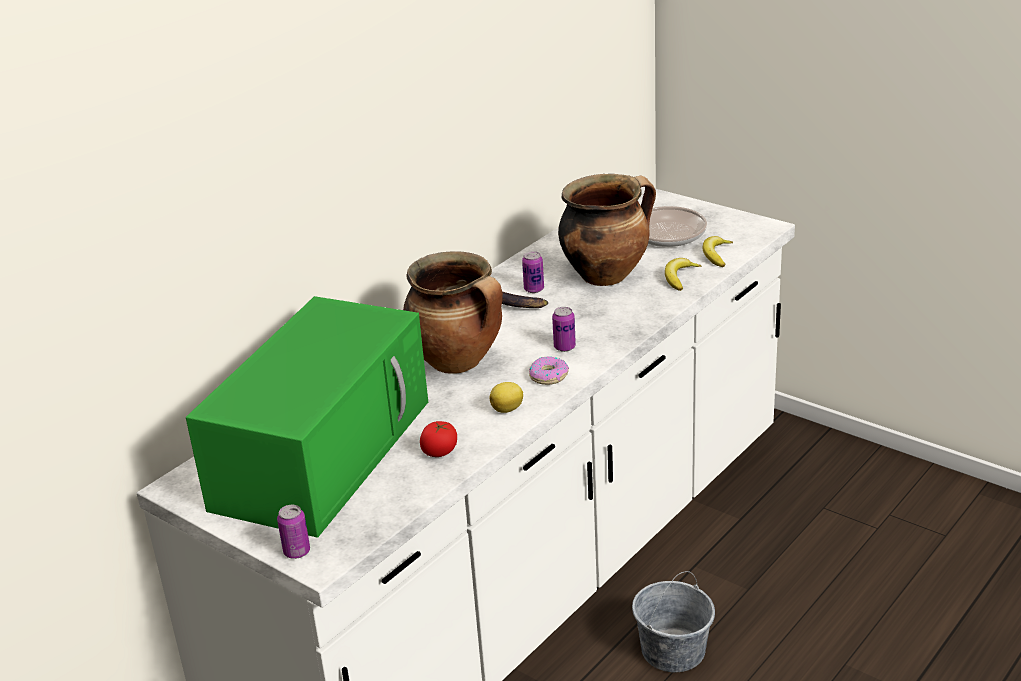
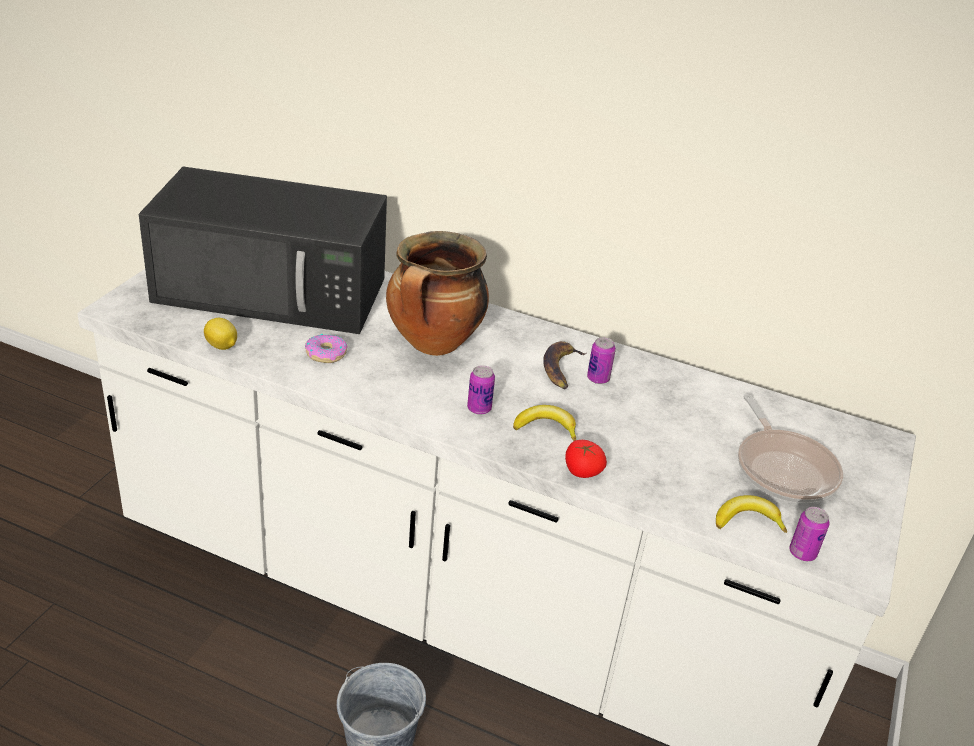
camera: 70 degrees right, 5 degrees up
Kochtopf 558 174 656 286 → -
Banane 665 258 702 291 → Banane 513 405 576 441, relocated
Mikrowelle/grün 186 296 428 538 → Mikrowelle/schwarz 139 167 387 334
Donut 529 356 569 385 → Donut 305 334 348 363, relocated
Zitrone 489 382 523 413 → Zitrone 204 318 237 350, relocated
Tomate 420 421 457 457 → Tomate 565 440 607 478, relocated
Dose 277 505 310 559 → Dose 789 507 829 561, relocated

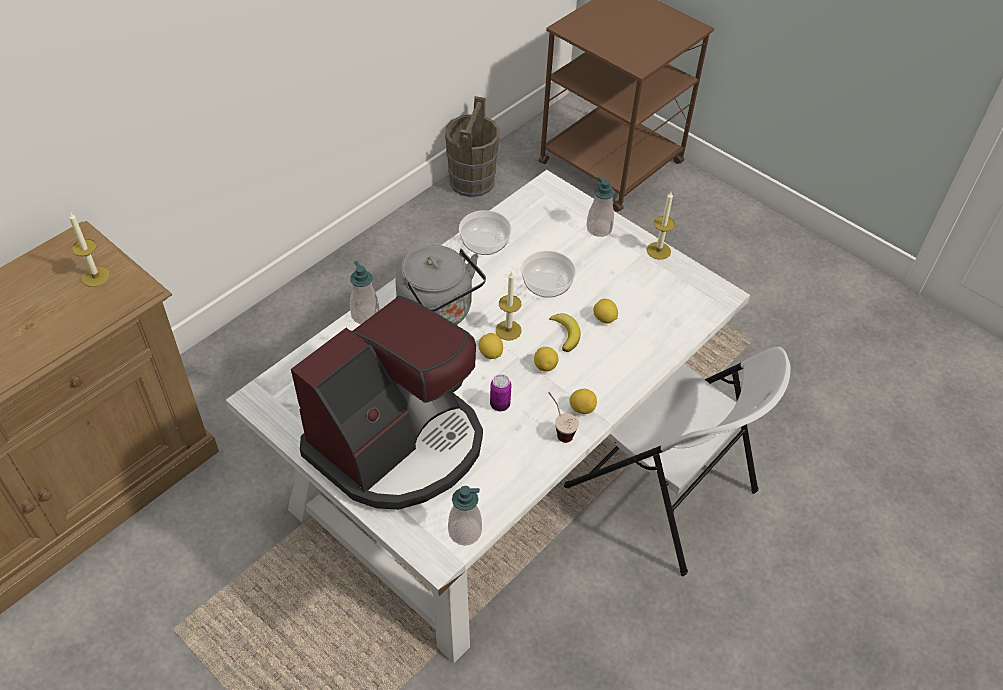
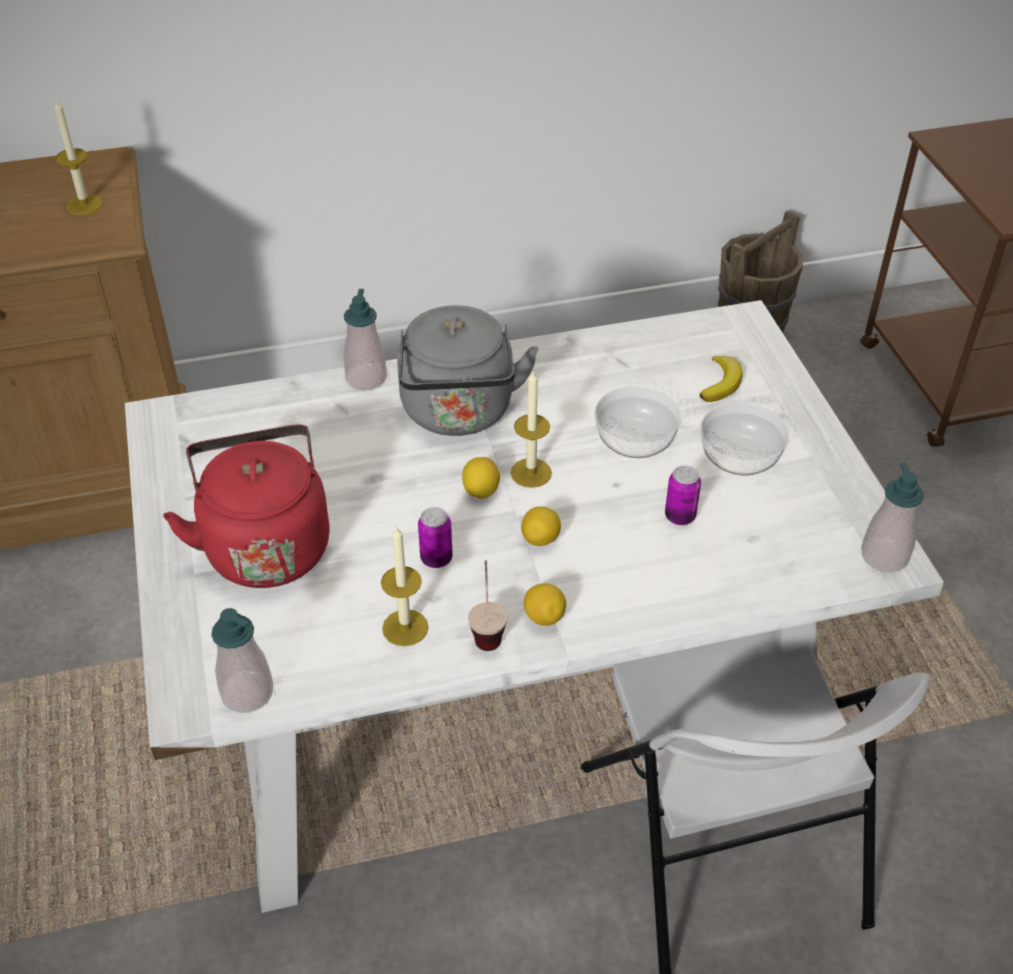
camera: 35 degrees right, 5 degrees down
Seifenspender 586 176 615 237 → Seifenspender 861 462 924 572, relocated
Kerze 647 192 675 260 → Kerze 381 525 429 646, relocated
Schüssel 459 210 511 255 → Schüssel 700 402 789 476, relocated
Kaffeemaschine 291 296 483 510 → Wasserkessel/rot 163 424 330 588
Zitrone 593 299 618 324 → Dose 665 465 701 525
Banane 549 313 581 352 → Banane 700 356 743 402, relocated

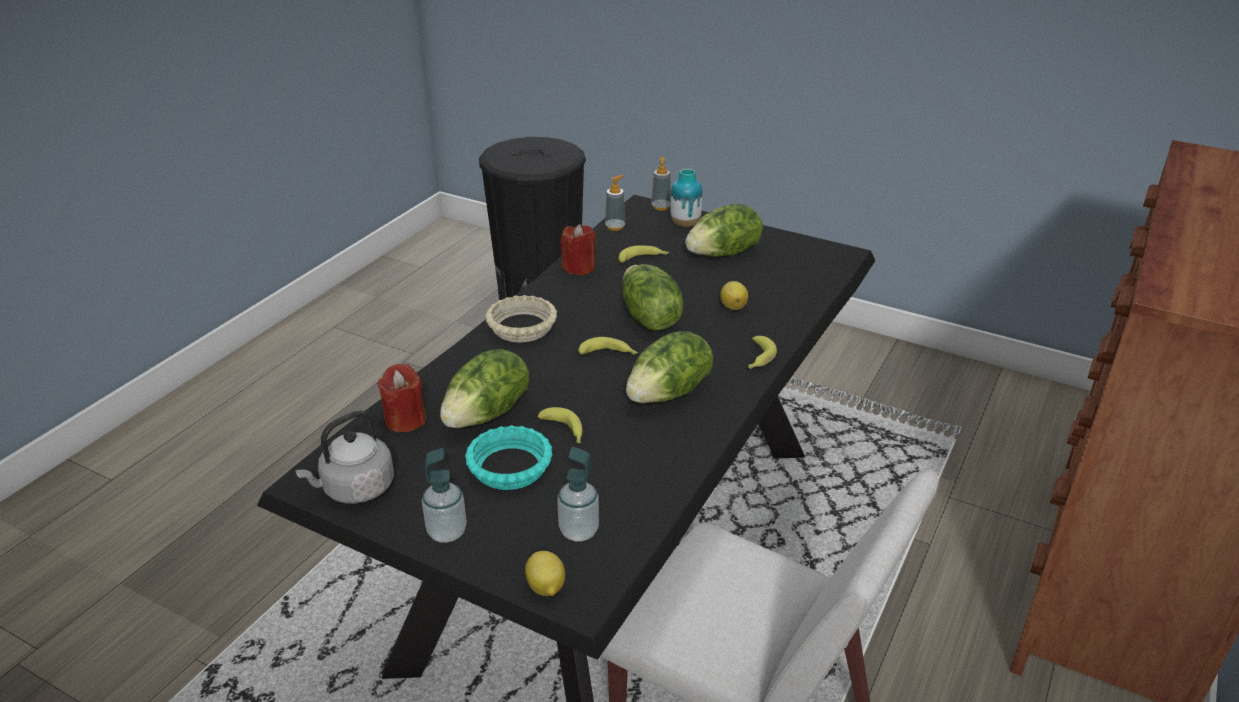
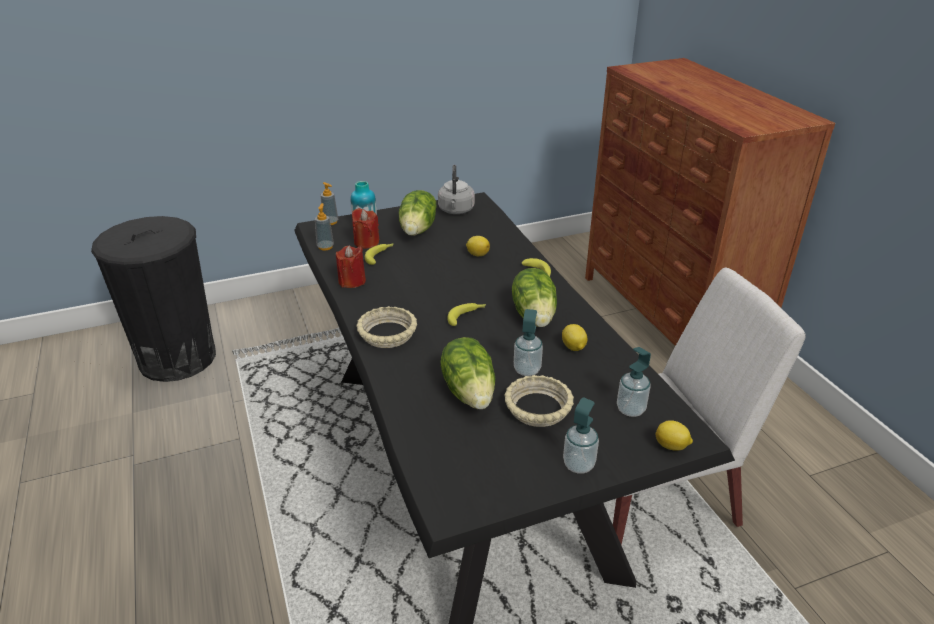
camera: 50 degrees left, 0 degrees up
Salatkopf 622 264 684 331 → -
Kerze/rot 377 364 426 432 → Kerze/rot 352 208 379 249, relocated
Banane 538 407 582 443 → Seifenspender 514 309 543 376
Wasserkessel/grau 295 410 394 504 → Wasserkessel/grau 438 165 475 214, relocated
Schüssel/türkis 465 425 552 490 → Schüssel/beige 504 375 574 427
- → Zitrone 562 324 587 351

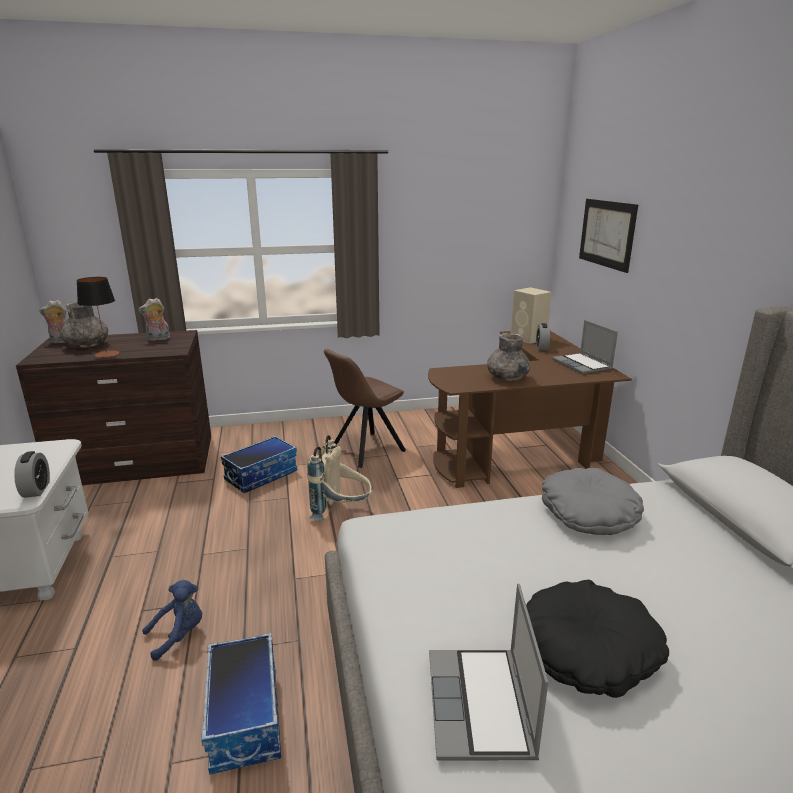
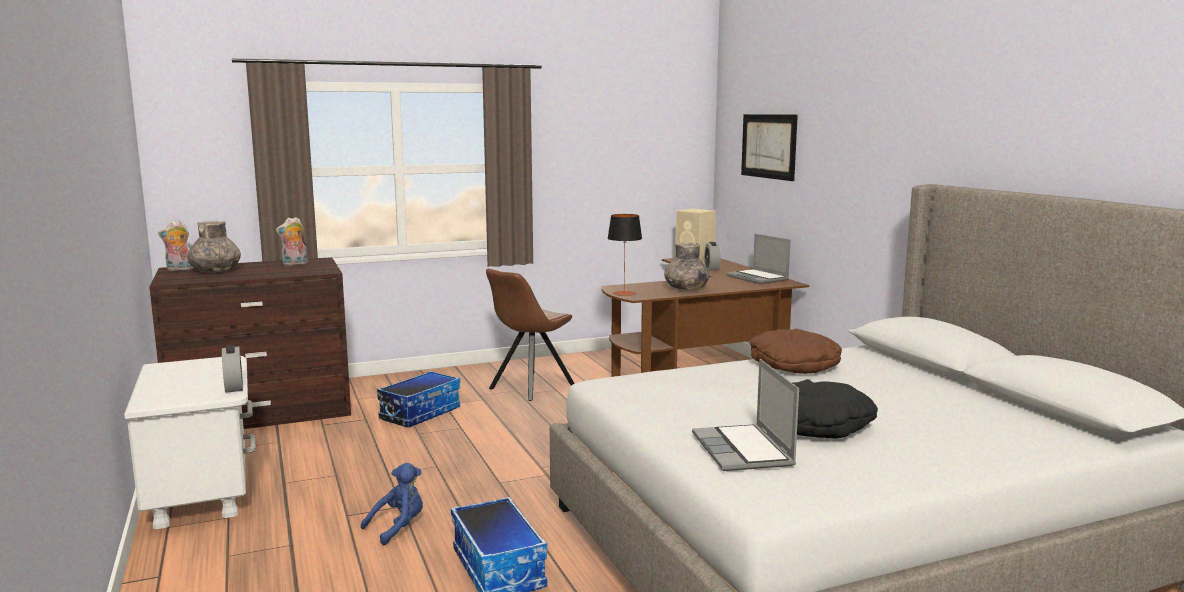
camera: 10 degrees left, 10 degrees down
Tischlampe 76 277 119 358 → Tischlampe 607 214 642 296, relocated
Rucksack/beige 307 435 373 520 → -
Kissen/grau 542 468 644 535 → Kissen/braun 749 329 842 374

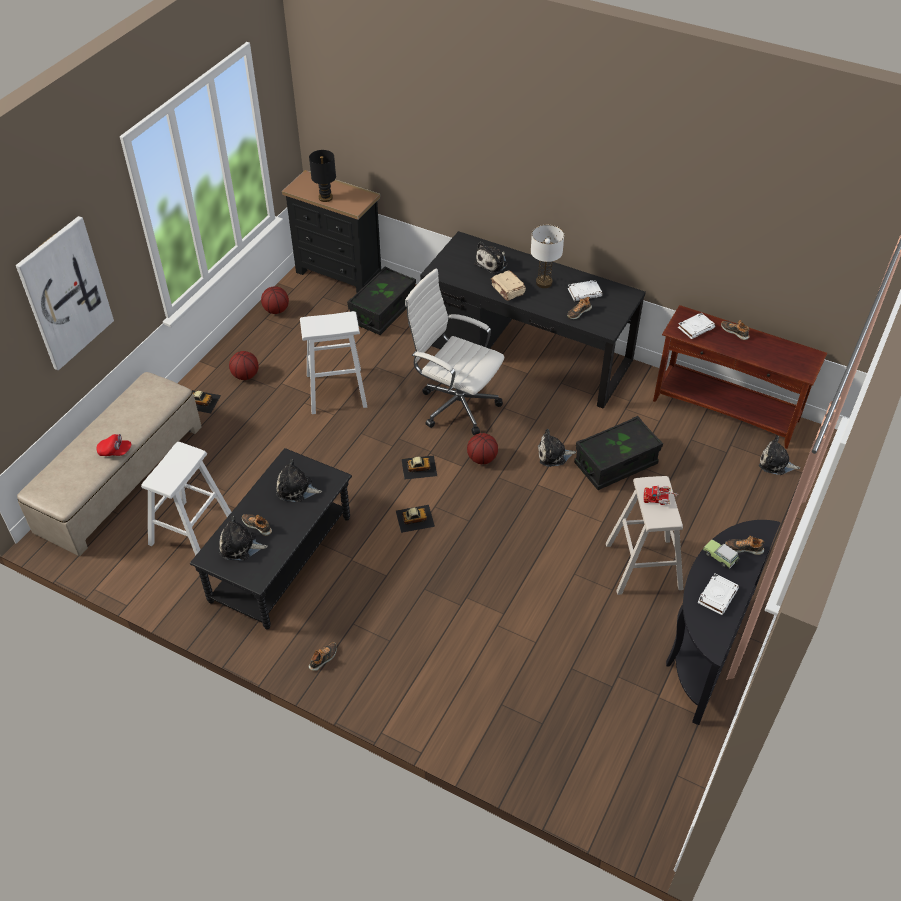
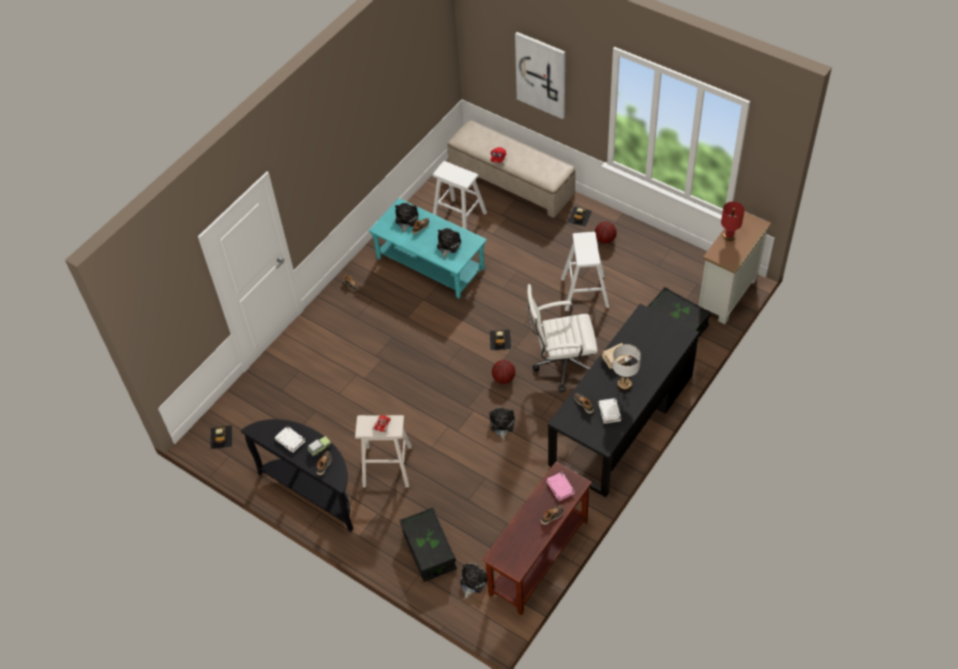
camera: 100 degrees right, 5 degrees up
Tischlampe/schwarz 309 150 336 202 → Tischlampe/rot 721 202 745 241
Kommode/schwarz 282 170 381 293 → Kommode/weiß 698 211 771 324
Plüschtier 474 242 508 274 → -
Bürostuhl/weiß 405 268 504 435 → Bürostuhl/weiß 527 284 598 392, 135 degrees counterclockwise
Basketball 261 286 289 314 → -
Buch/weiß 678 313 716 339 → Buch/rosa 546 472 575 501
Aufbewahrungsbox/schwarz 574 416 663 490 → Aufbewahrungsbox/schwarz 400 507 457 582, relocated
Couchtisch/schwarz 190 448 352 630 → Couchtisch/türkis 369 198 487 299
Spielzeugauto 396 505 435 533 → Spielzeugauto 210 425 232 449, relocated

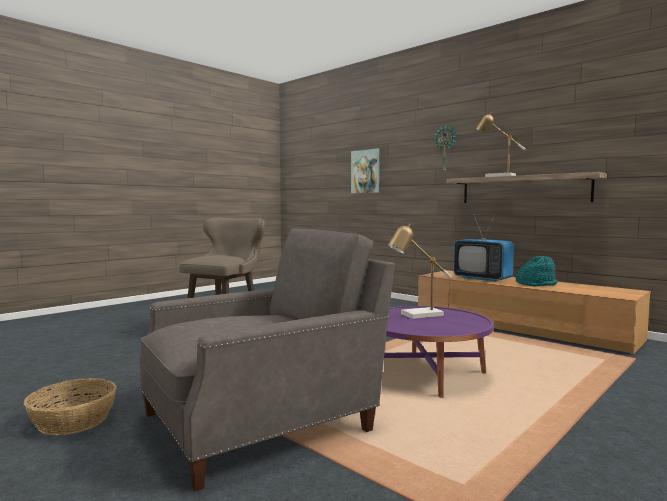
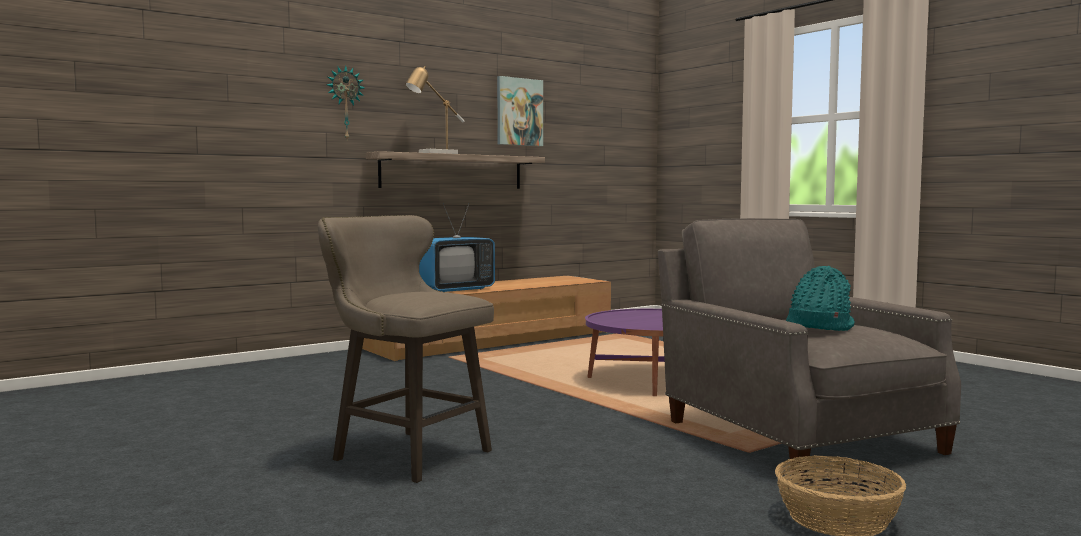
camera: 80 degrees left, 0 degrees up
Bild 351 149 379 193 → Bild 497 76 543 146, relocated
Tischlampe 388 224 452 319 → -
Hut/türkis 516 256 558 287 → Hut/türkis 786 266 855 331, relocated

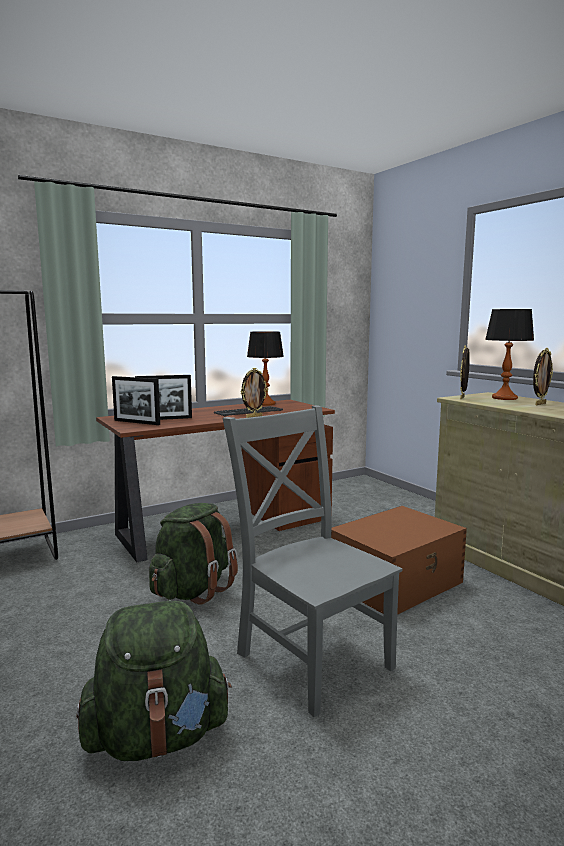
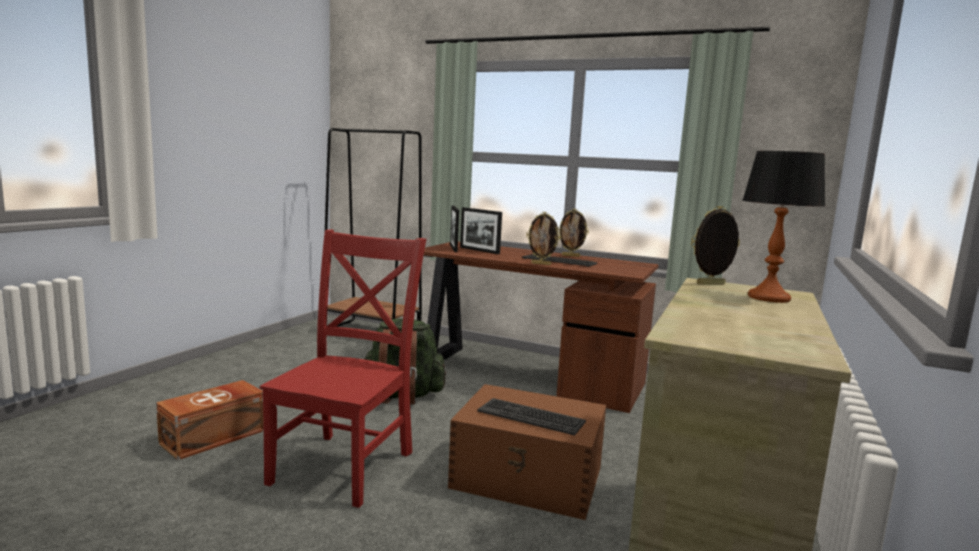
camera: 55 degrees right, 0 degrees up
Tischlampe 247 331 284 406 → -
Bilderrahmen 533 348 553 405 → Bilderrahmen 558 209 589 257, relocated
Stuhl/grau 223 405 402 717 → Stuhl/rot 260 229 426 508
Rucksack/grün 76 601 232 761 → Aufbewahrungsbox/braun 156 380 264 460
- → Tastatur 477 398 586 435

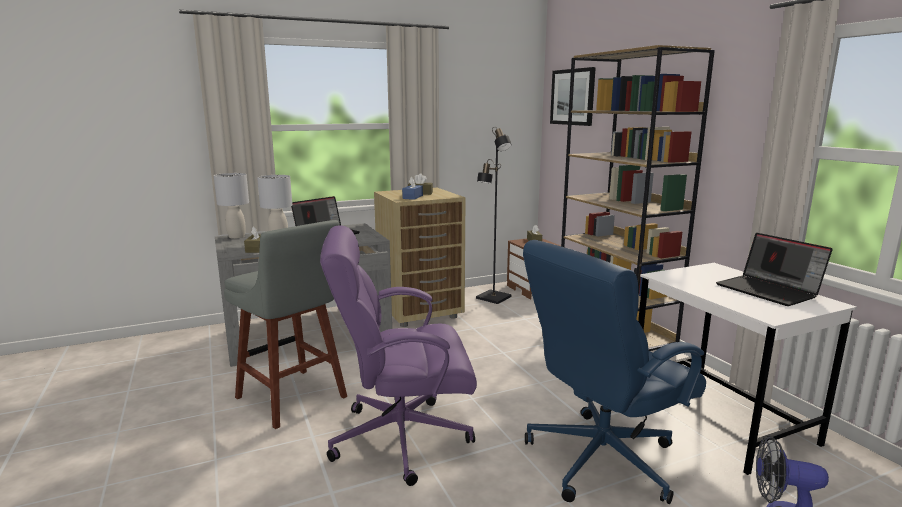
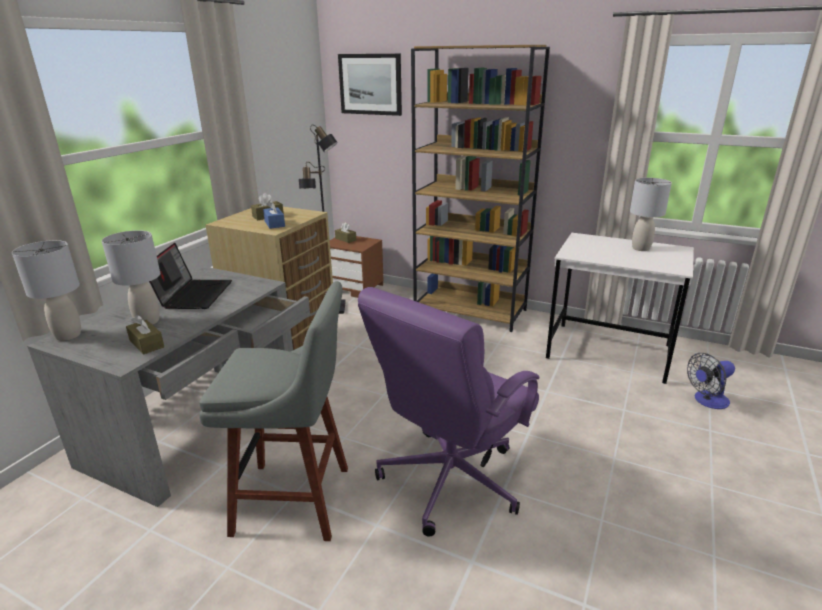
camera: 40 degrees left, 10 degrees up
Laptop 716 233 833 306 → Tischlampe/grau 630 178 672 251
Bürostuhl/blau 523 240 706 504 → -

